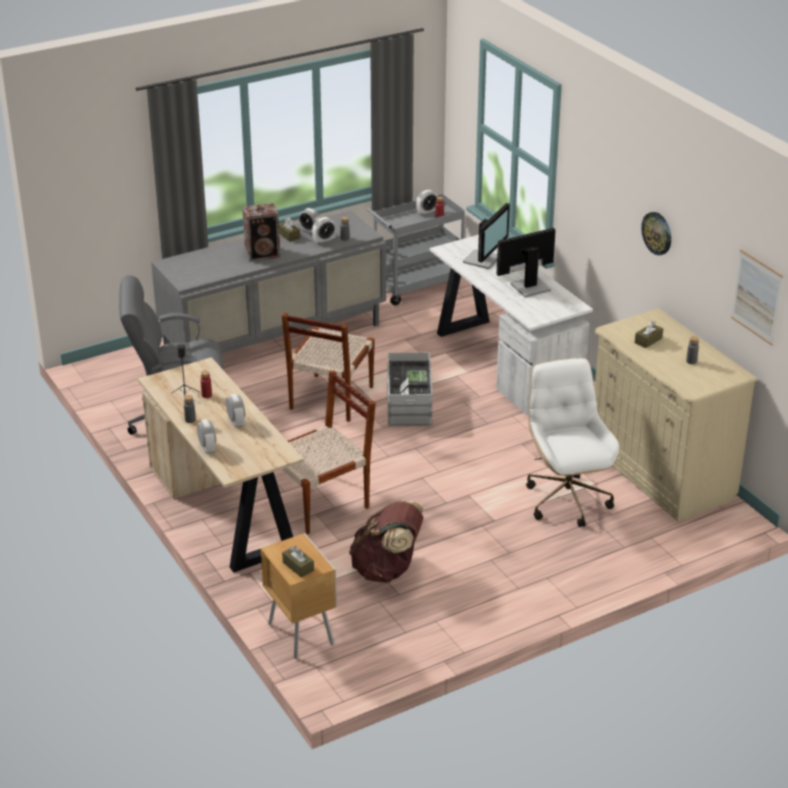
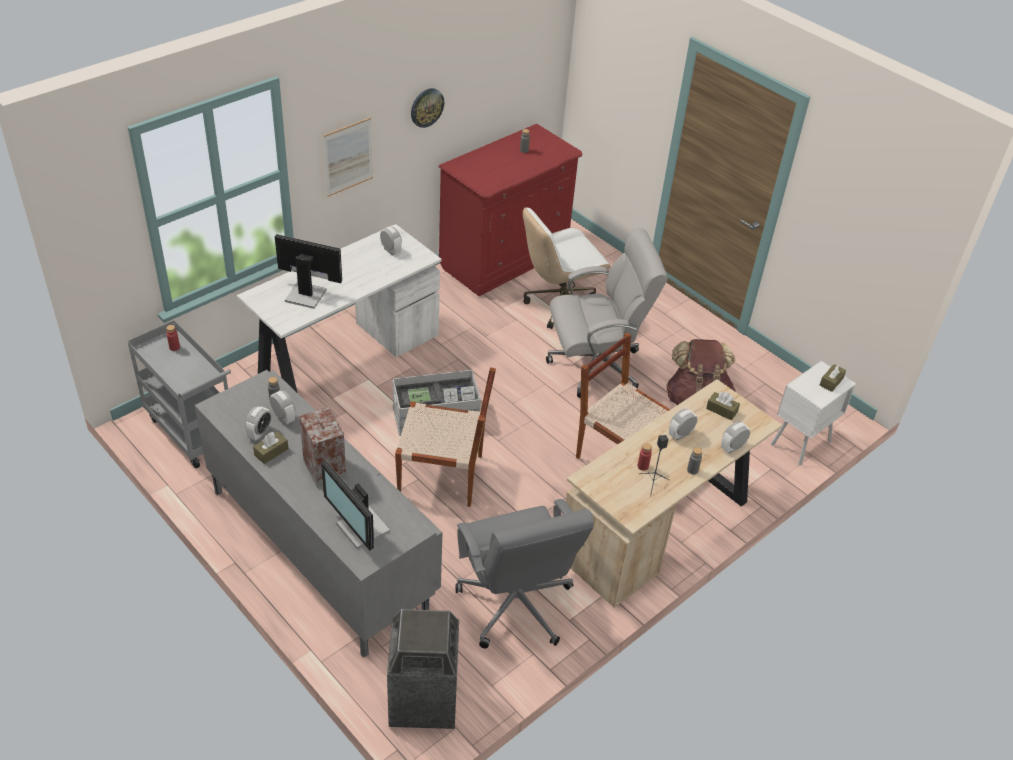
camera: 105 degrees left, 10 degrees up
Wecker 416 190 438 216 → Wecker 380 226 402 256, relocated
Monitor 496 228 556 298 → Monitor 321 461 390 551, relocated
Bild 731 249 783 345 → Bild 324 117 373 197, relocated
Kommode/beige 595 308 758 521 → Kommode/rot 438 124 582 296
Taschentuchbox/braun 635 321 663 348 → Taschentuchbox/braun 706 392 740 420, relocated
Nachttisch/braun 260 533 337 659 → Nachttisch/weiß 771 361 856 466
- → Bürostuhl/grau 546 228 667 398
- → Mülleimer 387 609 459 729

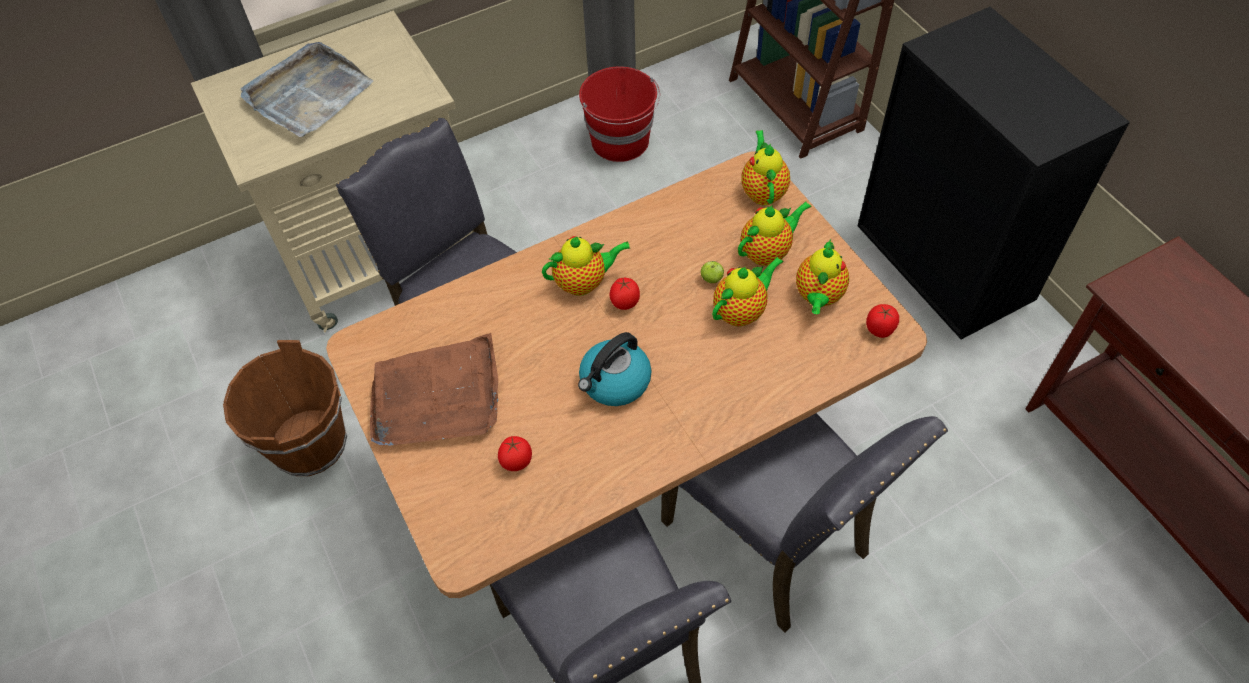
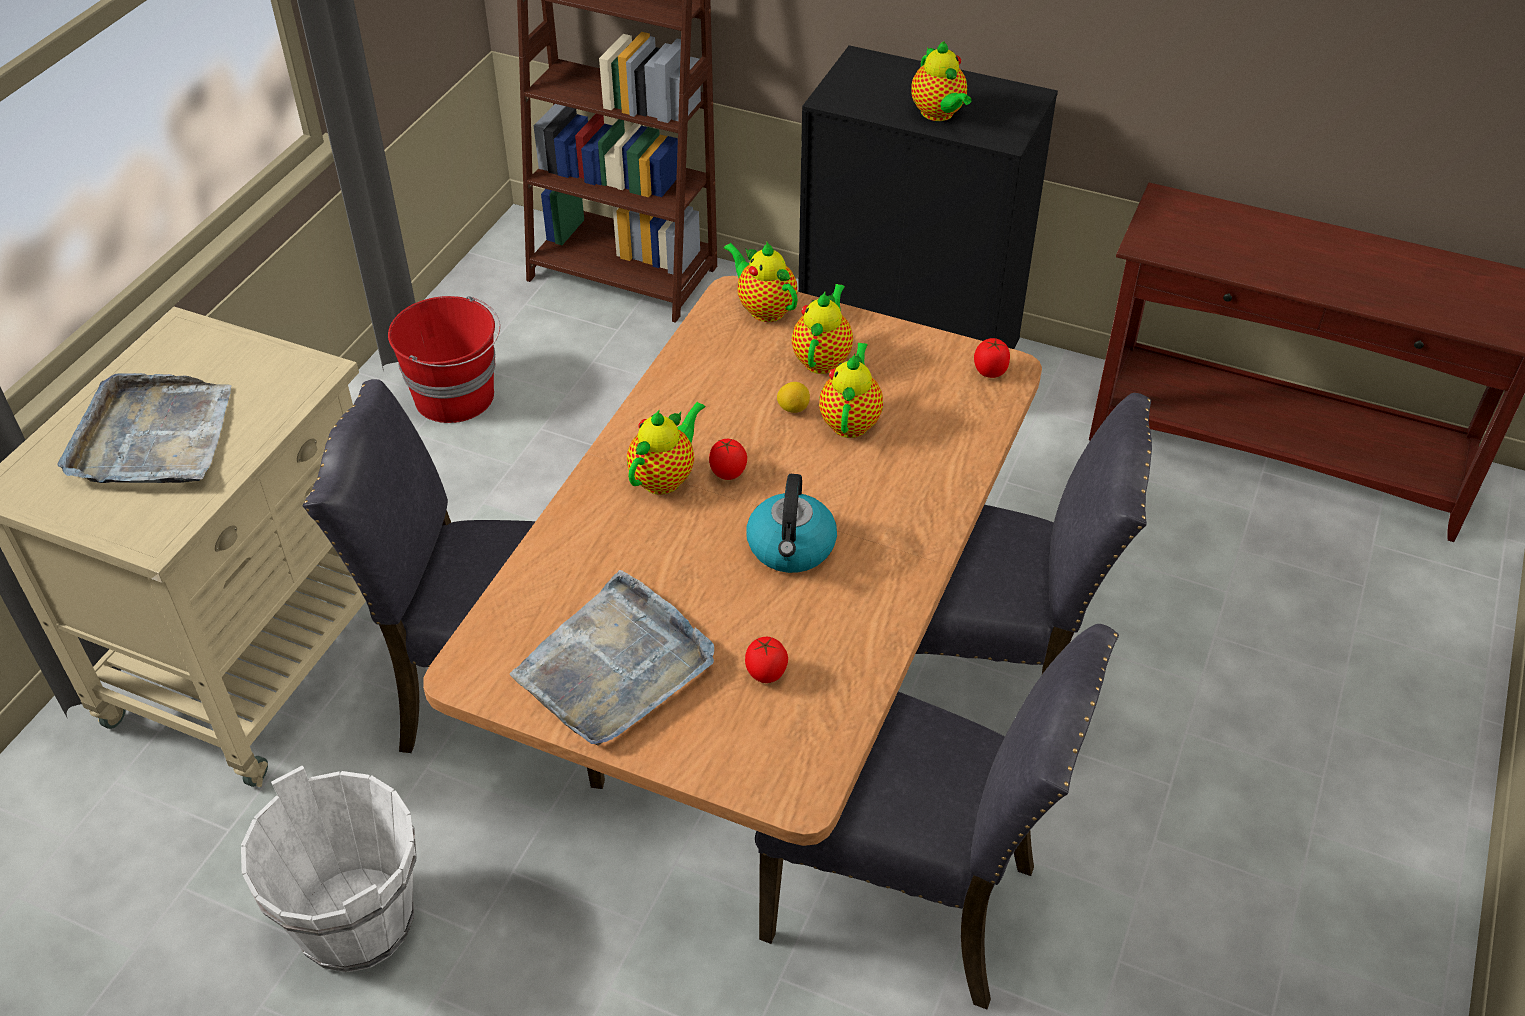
camera: 40 degrees left, 10 degrees down
Teekanne 796 239 849 314 → Teekanne 911 41 972 121, relocated
Apfel 701 261 724 283 → Zitrone 777 382 810 413
Tablett/braun 370 333 498 446 → Tablett/grau 509 570 714 746
Eimer/braun 223 340 347 476 → Eimer/weiß 241 766 416 972

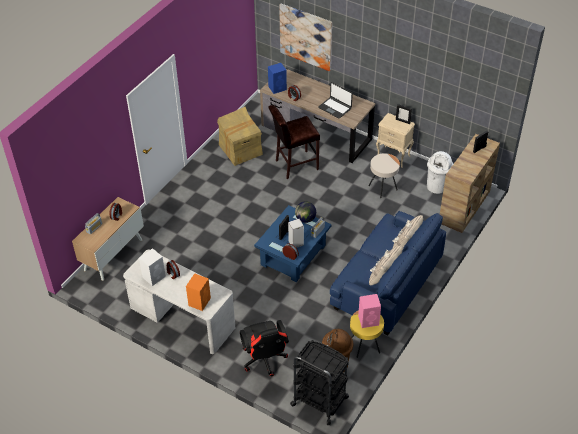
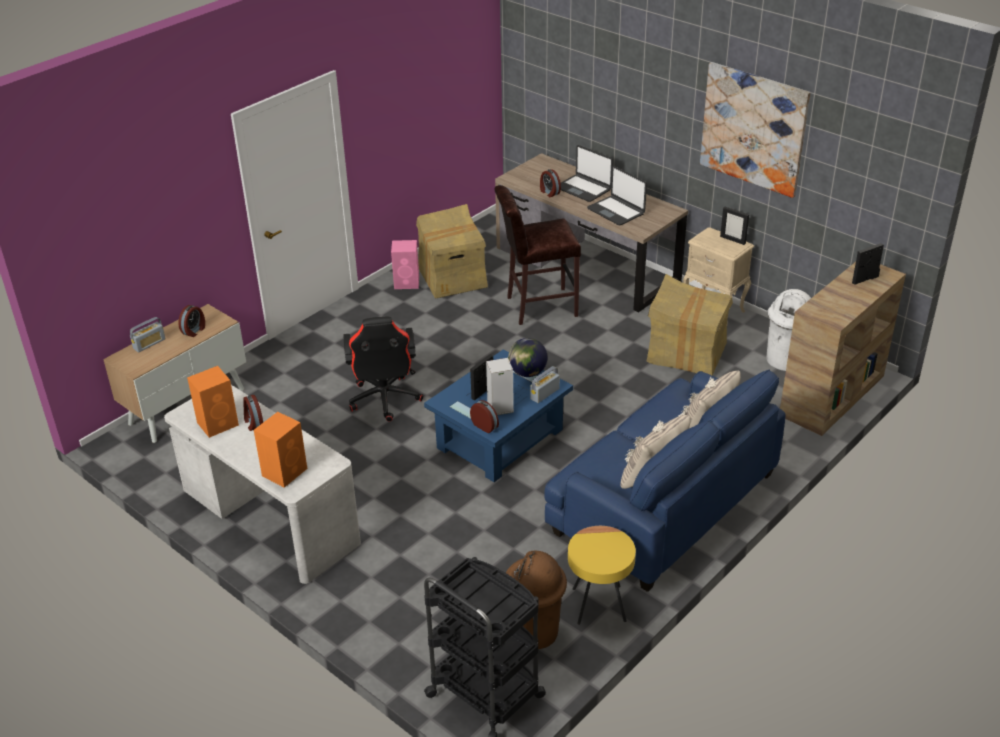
camera: 10 degrees right, 10 degrees down
Bild 279 4 332 71 → Bild 700 62 810 198, relocated
Lautsprecher/blau 268 63 287 94 → -
Beistelltisch/beige 369 153 400 198 → Karton 647 274 733 376
Lautsprecher/weiß 139 248 166 286 → Lautsprecher/orange 187 366 239 438
Lautsprecher/rosa 358 294 381 328 → Lautsprecher/rosa 391 240 419 289, relocated
Bürostuhl/schwarz 240 320 289 376 → Bürostuhl/schwarz 344 317 423 421, relocated
- → Laptop 561 145 613 202

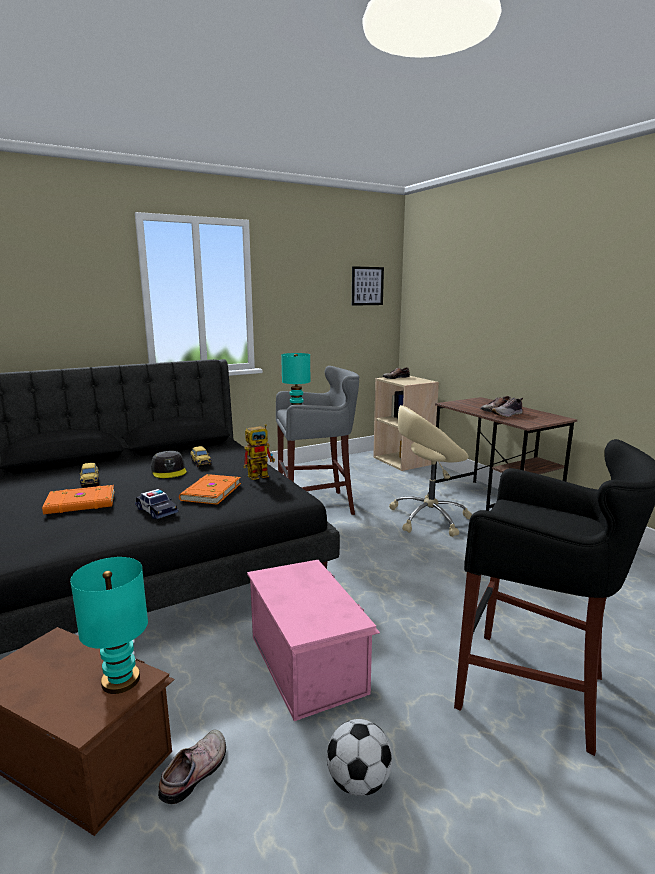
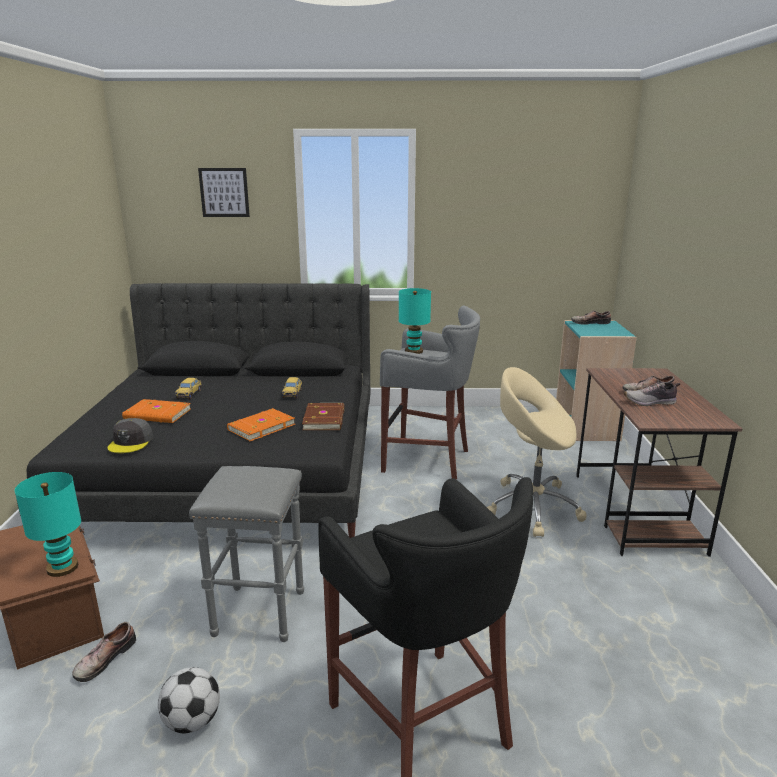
camera: 30 degrees right, 5 degrees up
Bild 352 266 384 306 → Bild 198 168 250 217, relocated
Bücherregal/beige 373 376 439 471 → Bücherregal/türkis 556 320 637 441
Spielzeugroboter 243 424 275 480 → Buch/braun 302 403 344 430
Kappe/grau 151 451 187 478 → Kappe/grau 107 418 153 453, relocated
Spielzeugauto 135 489 178 519 → -
Aufbewahrungsbox/rosa 247 560 380 721 → Hocker/grau 189 466 304 642
Schuh 158 730 226 804 → Schuh 72 622 136 682, 150 degrees clockwise

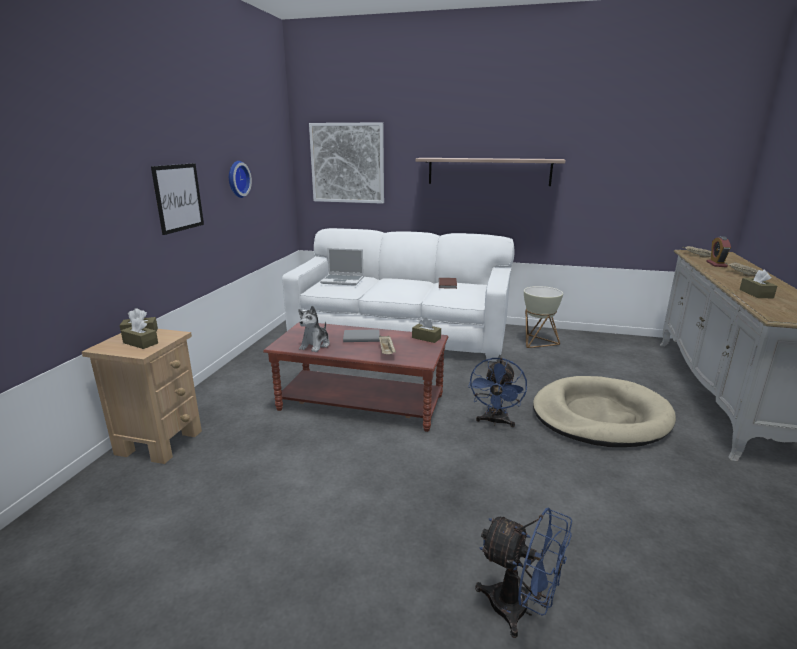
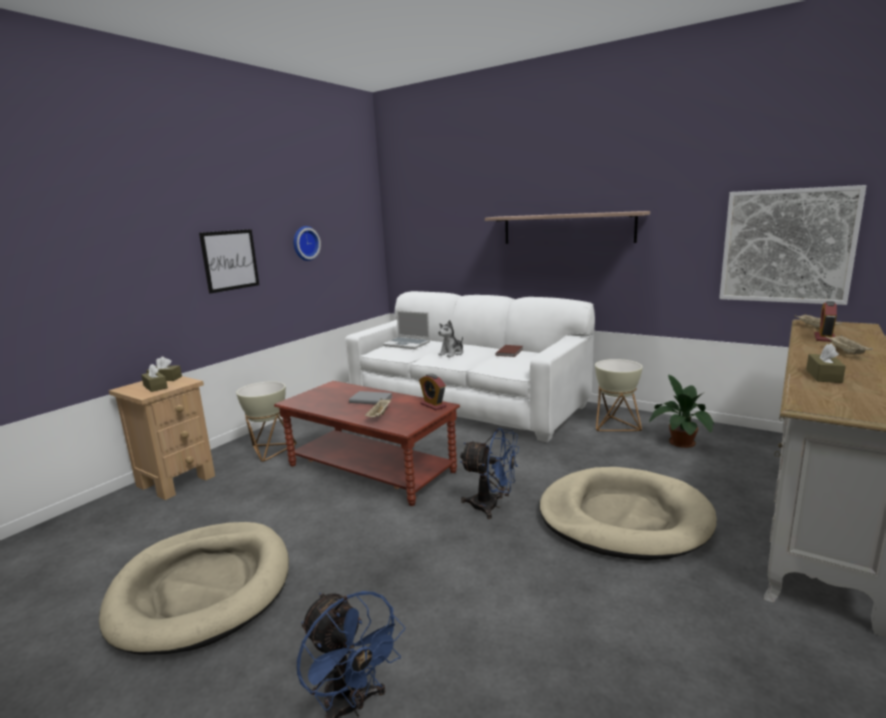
camera: 20 degrees right, 5 degrees down
Bild 309 122 384 204 → Bild 719 185 867 305, relocated
Plüschtier 298 306 330 352 → Plüschtier 438 320 463 357, relocated
Taschentuchbox/braun 412 318 441 343 → Wecker 419 374 447 410
Ventilator/blau 468 358 527 427 → Ventilator/blau 460 428 519 519, 105 degrees counterclockwise
- → Topfpflanze 649 375 714 448
- → Pflanzkübel 236 381 297 462
- → Hundebett/beige 99 522 289 655

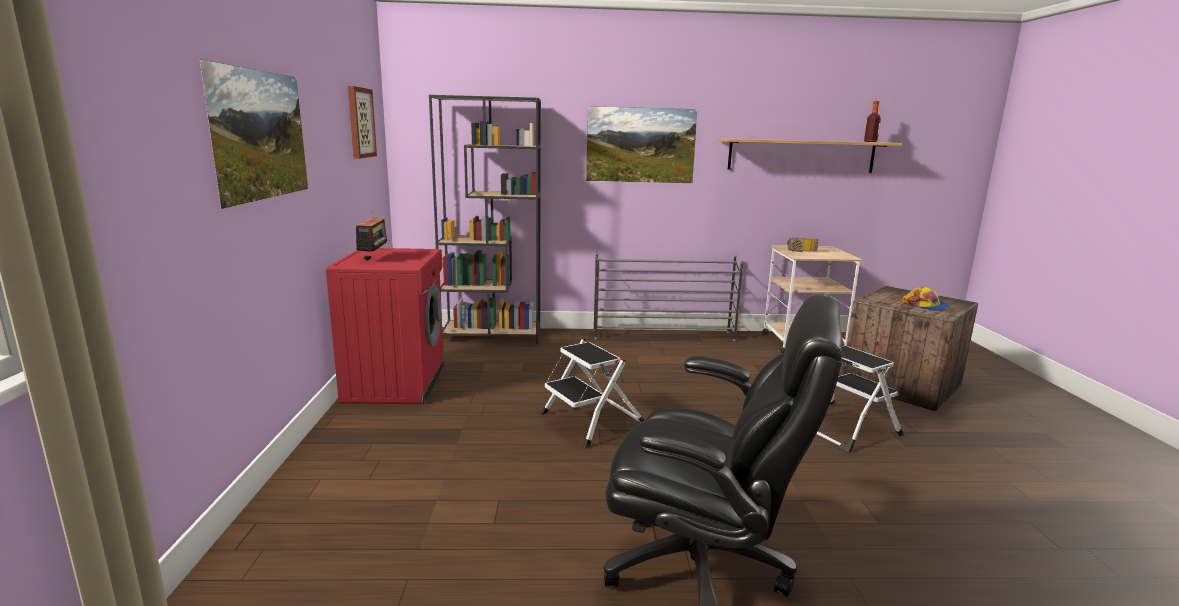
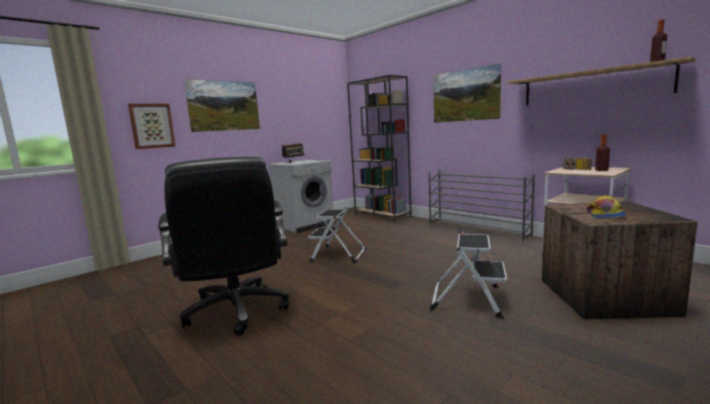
camera: 50 degrees right, 5 degrees down
Bild 348 86 377 159 → Bild 128 104 175 149, relocated
Waschmaschine/rot 326 248 444 404 → Waschmaschine/weiß 269 159 333 233
- → Flasche 595 134 610 171

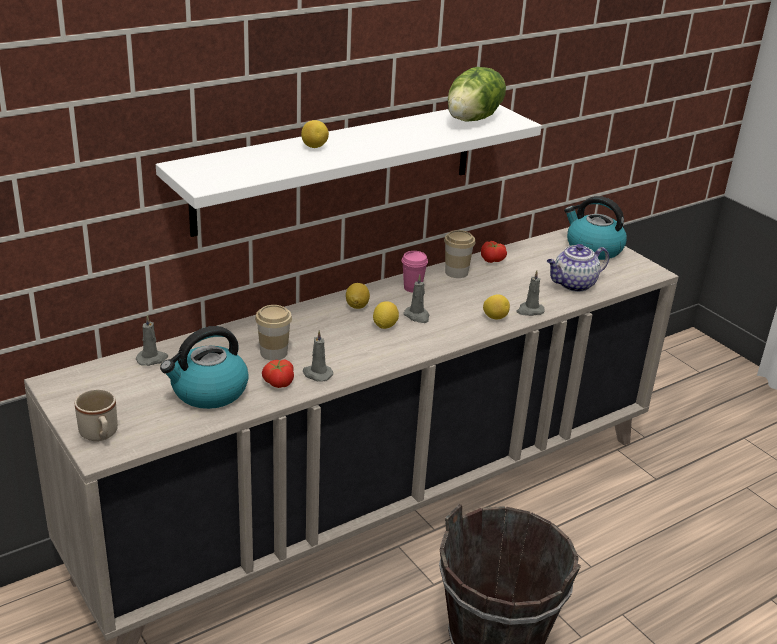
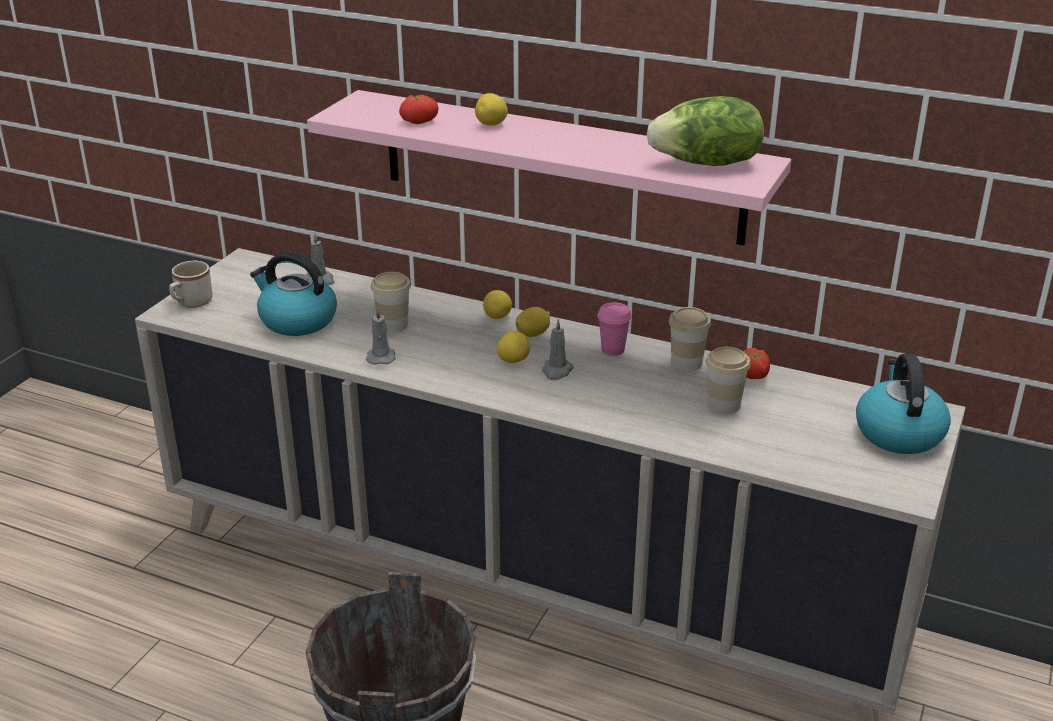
camera: 60 degrees right, 0 degrees up
Wandregal/weiß 156 105 542 237 → Wandregal/rosa 307 90 791 245
Teekanne 547 244 609 292 → -
Kerze/grau 516 270 545 316 → -
Zitrone 483 295 510 319 → Zitrone 483 290 512 319, relocated
Tomate 262 359 294 388 → Tomate 399 95 439 124, relocated
- → Tasse 705 347 750 414

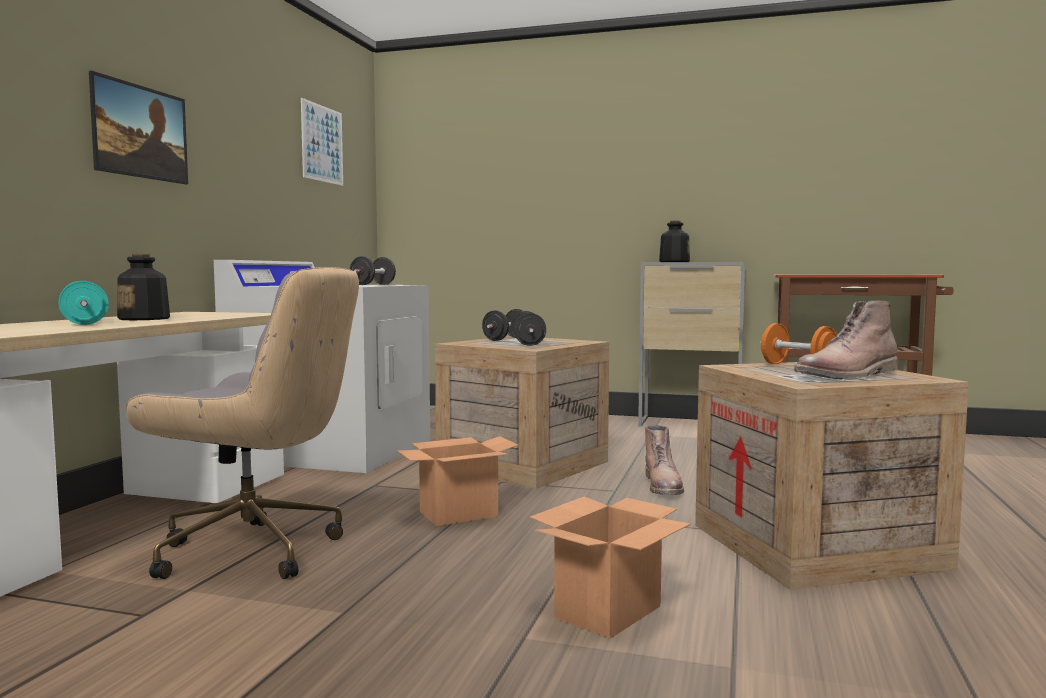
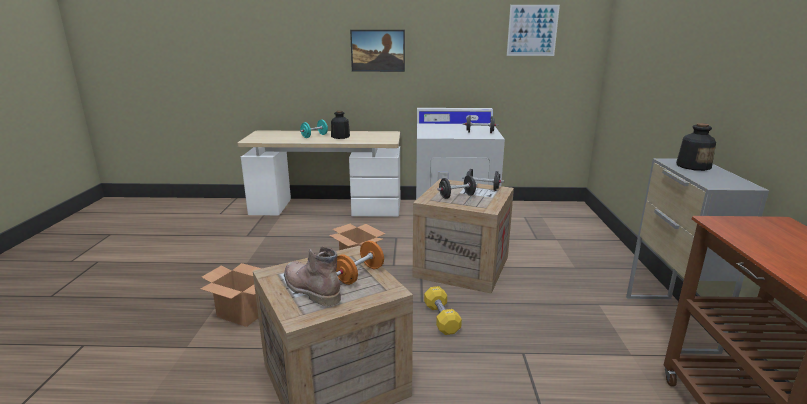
camera: 75 degrees right, 15 degrees up
Bürostuhl/grau 126 267 359 579 → -
Stiefel/braun 645 425 684 495 → Hantel/gelb 424 286 462 335

